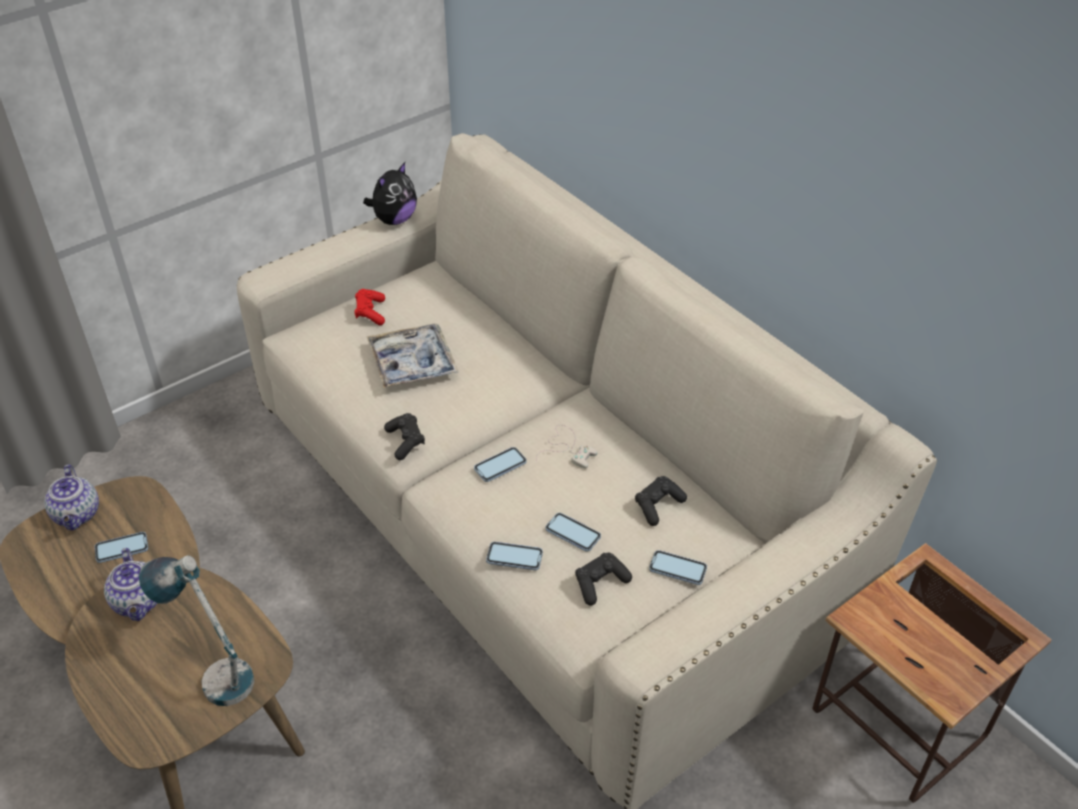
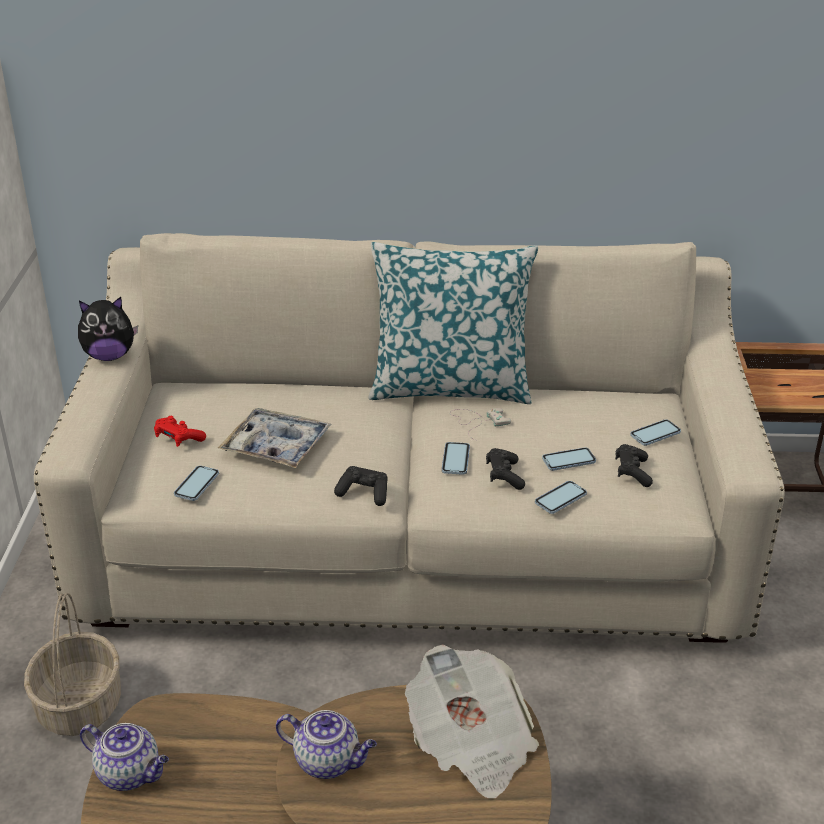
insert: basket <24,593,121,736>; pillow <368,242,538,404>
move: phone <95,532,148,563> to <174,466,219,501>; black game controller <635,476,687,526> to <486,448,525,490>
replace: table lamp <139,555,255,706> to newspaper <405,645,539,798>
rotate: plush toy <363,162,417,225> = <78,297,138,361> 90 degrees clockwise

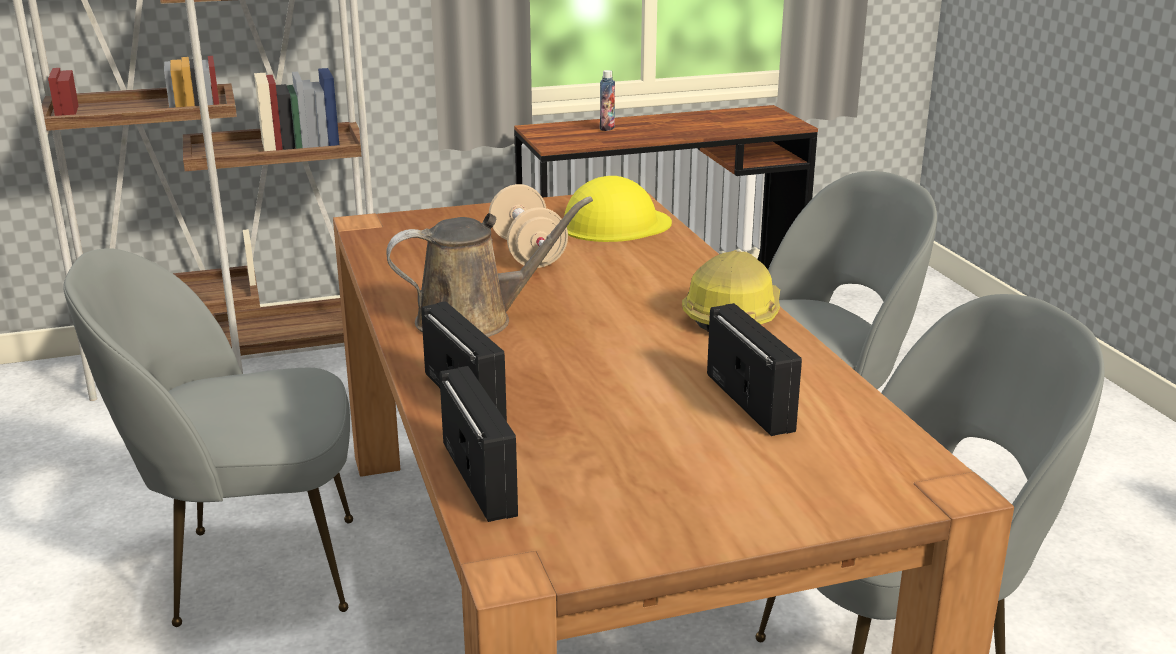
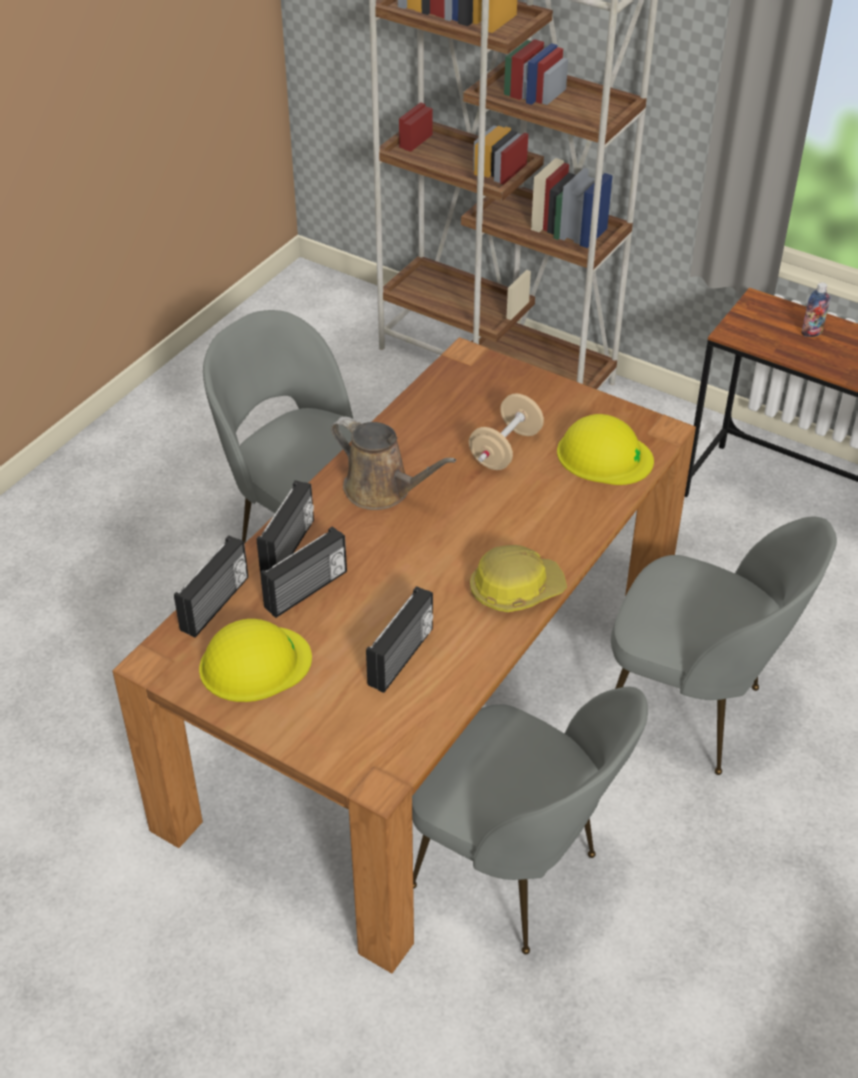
insert: yellow hard hat <199,619,312,702>; radio <260,526,347,618>

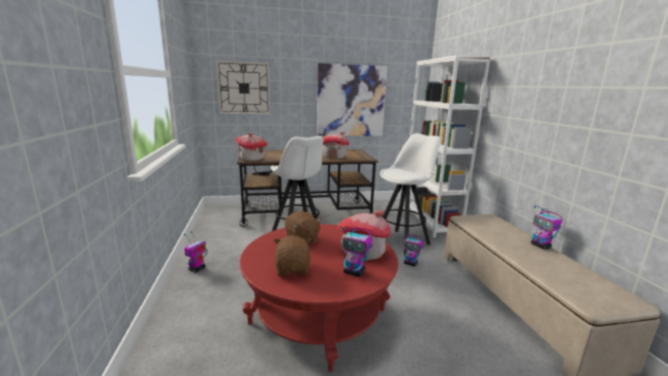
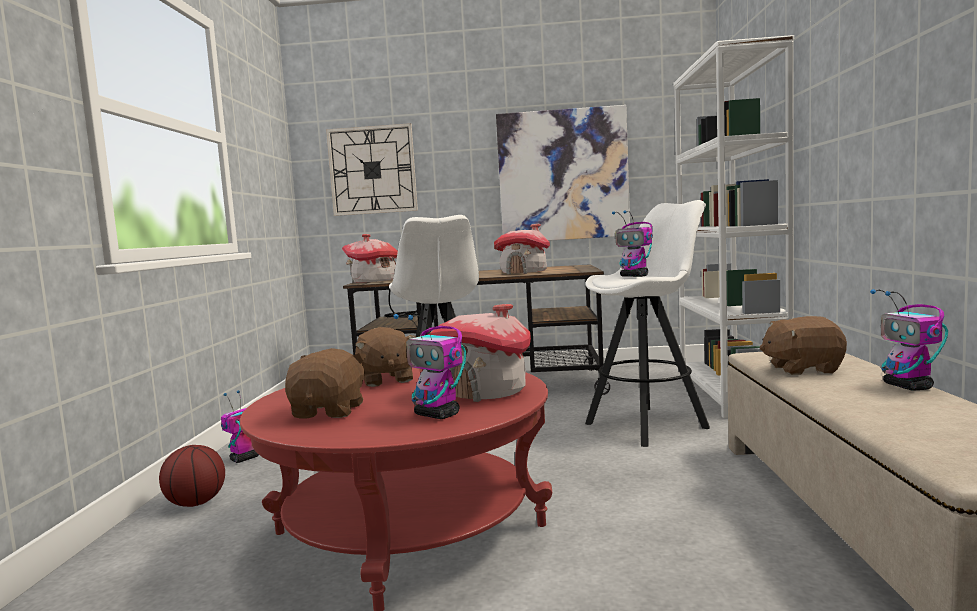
insert: basketball <159,445,225,507>; brown plush toy <760,316,847,375>
move: toy robot <403,234,424,267> to <612,210,653,277>

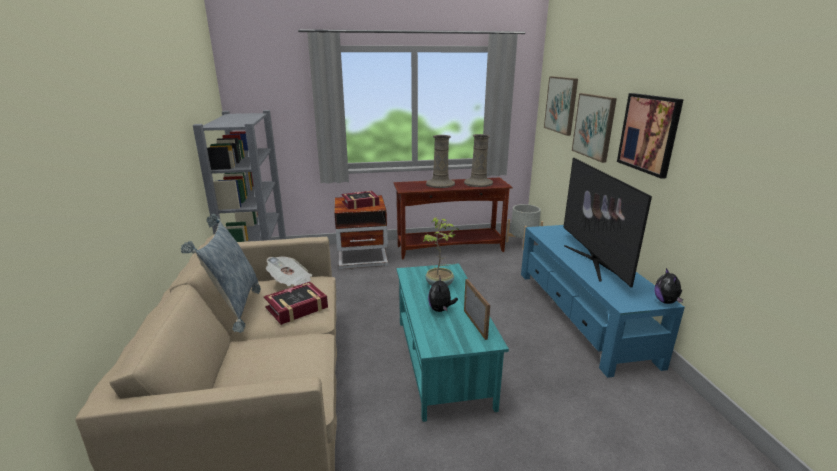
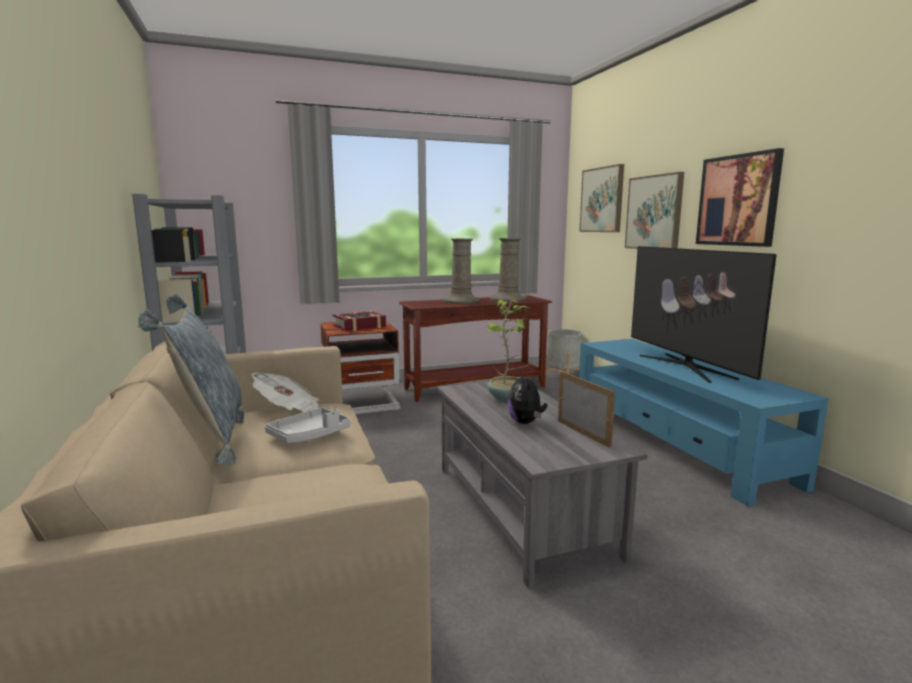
delete: plush toy <654,268,684,304>
replace: book <264,282,328,325> to grey tray <265,407,351,443>
recolor: turquoise coffee table <397,263,509,422> to grey coffee table <437,381,648,588>

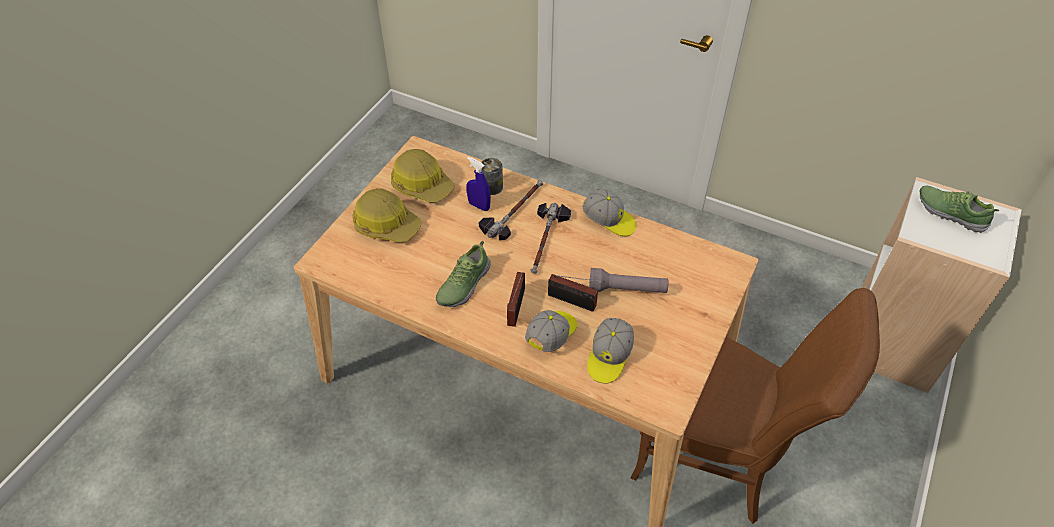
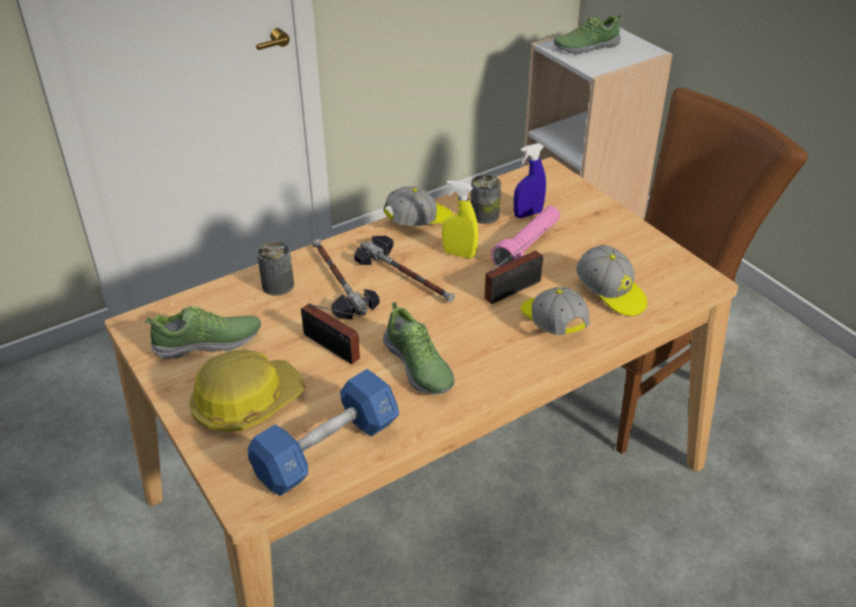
insert: blue dumbbell <248,369,399,496>; yellow spray bottle <442,181,478,258>; can <471,175,501,224>
move: radio <507,272,525,327> to <301,303,361,364>; blue spray bottle <466,157,491,211> to <514,143,546,218>
replace: hard hat <391,149,455,203> to shoe <145,306,261,359>
recolor: grey flashlight <589,268,669,293> to pink flashlight <491,206,560,267>

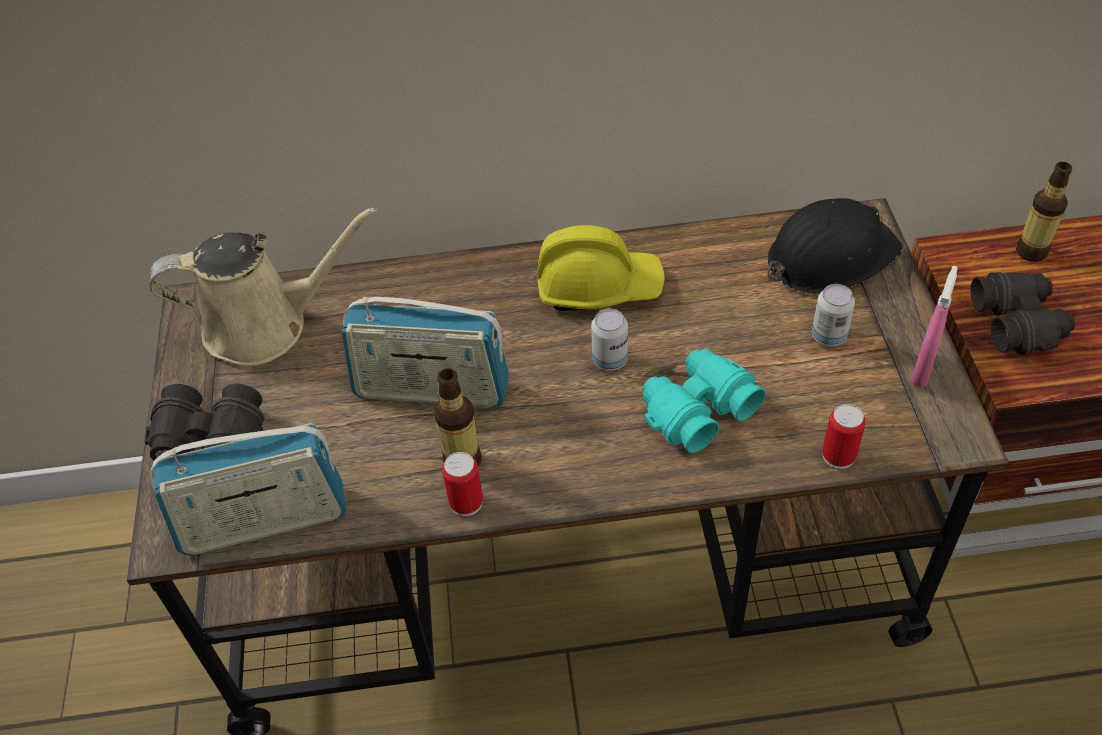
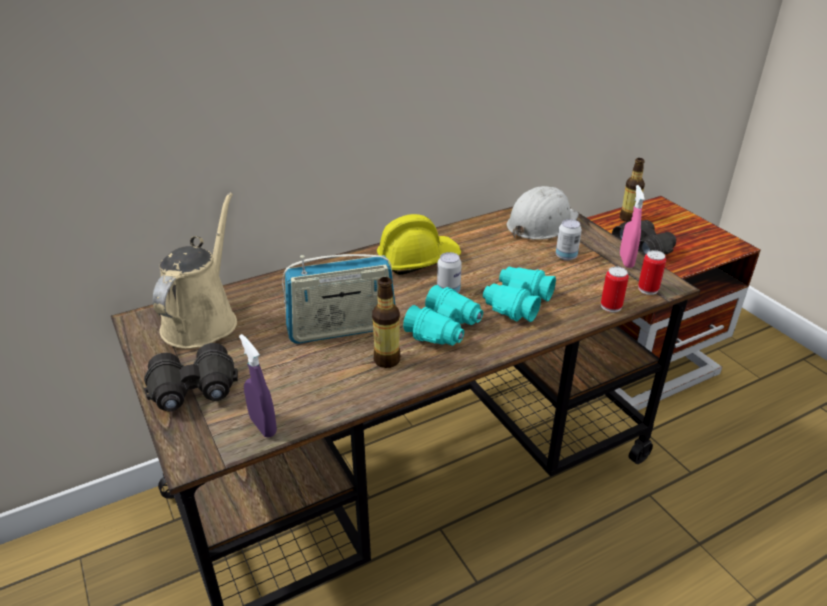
insert: turquoise binoculars <403,285,483,346>
move: can <442,452,483,516> to <638,250,666,295>
replace: radio <150,423,347,555> to purple spray bottle <239,334,277,438>
recolor: black hard hat <768,198,903,294> to white hard hat <507,186,579,240>
rotate: beige watering can <149,207,377,366> = <152,193,237,349> 45 degrees counterclockwise

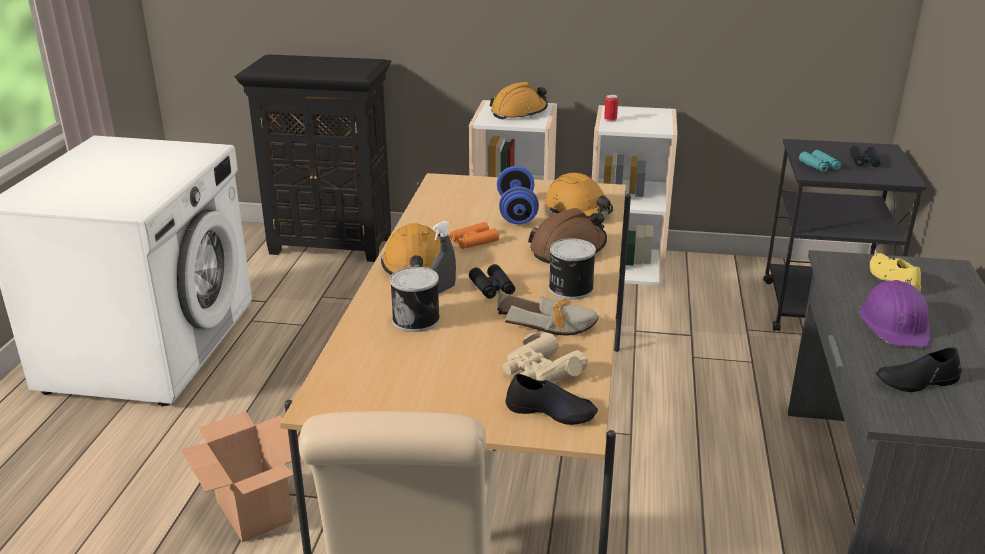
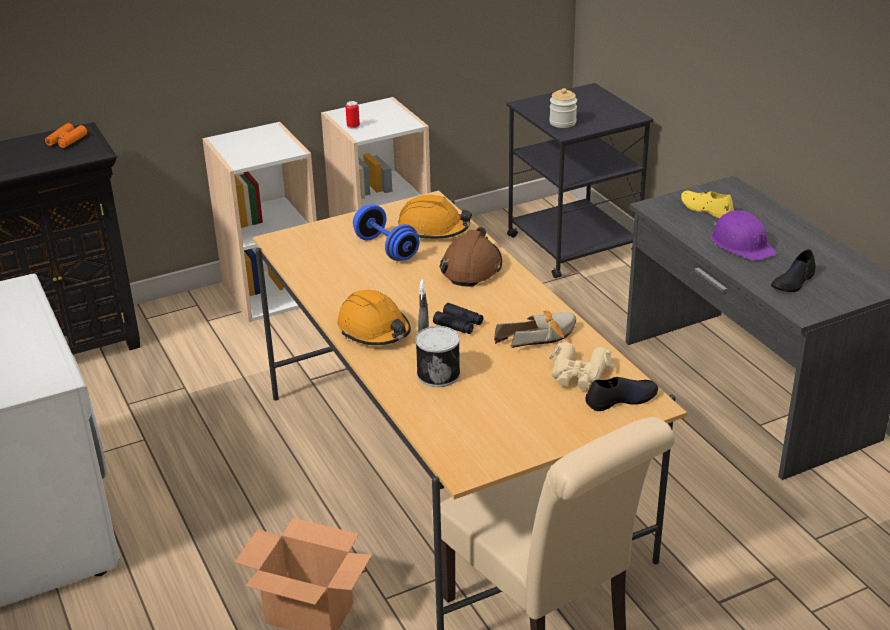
delete: orange hard hat <490,82,548,120>; can <549,239,596,300>; black binoculars <850,146,881,167>
move: orange binoculars <449,222,499,249> to <45,123,87,148>
replace: turquoise binoculars <799,150,841,172> to jar <549,88,577,128>

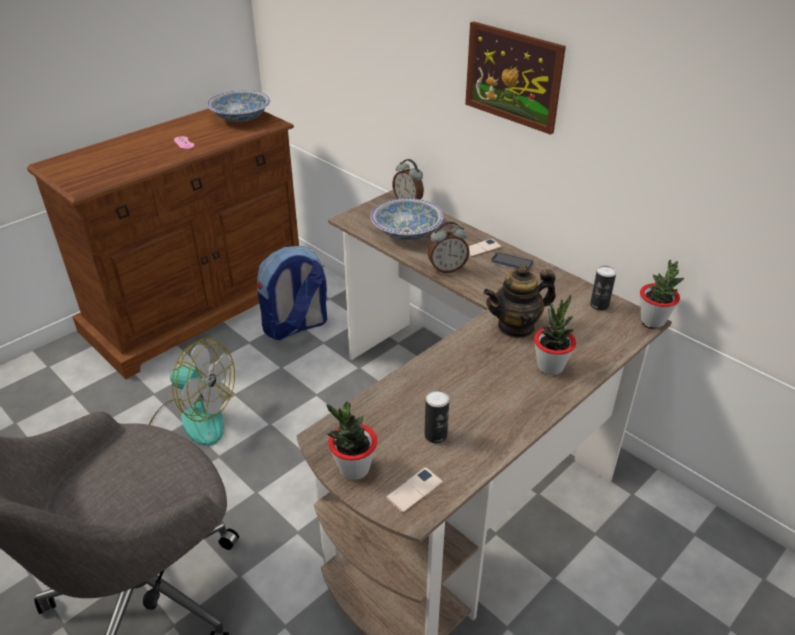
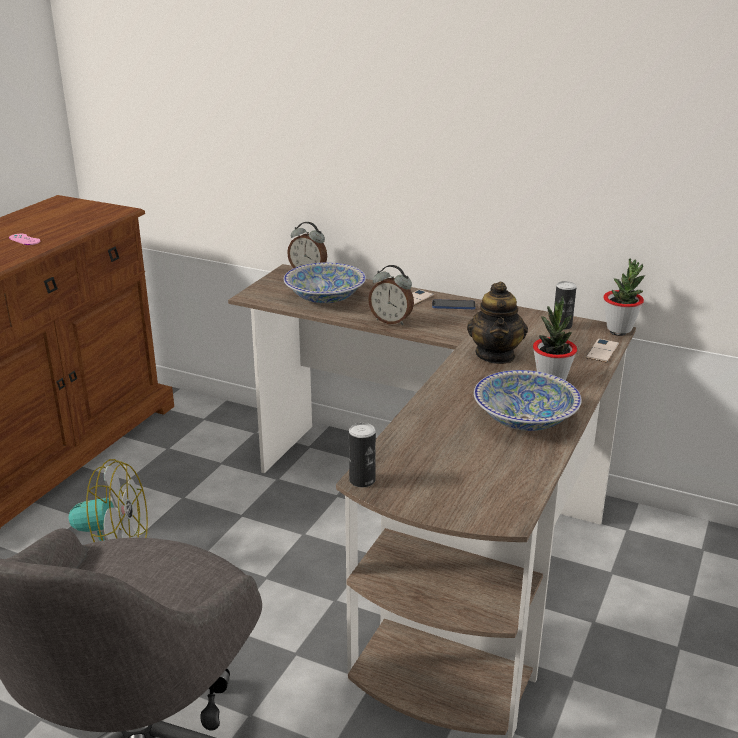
delete: backpack <257,246,327,340>; potted plant <326,401,377,480>; picture <465,21,566,135>
move: can <424,390,449,443> to <349,423,376,487>; bowl <207,90,270,122> to <474,370,582,431>; phone <385,467,444,513> to <586,338,619,362>
rotate: alarm clock <428,221,470,273> = <368,265,414,325> 60 degrees clockwise; teapot <484,265,556,338> = <467,282,528,364> 45 degrees counterclockwise

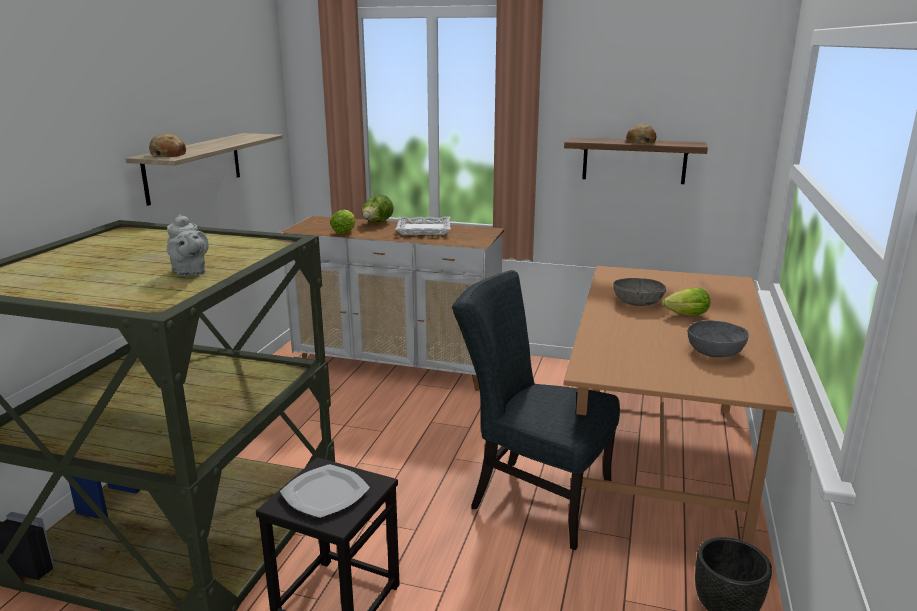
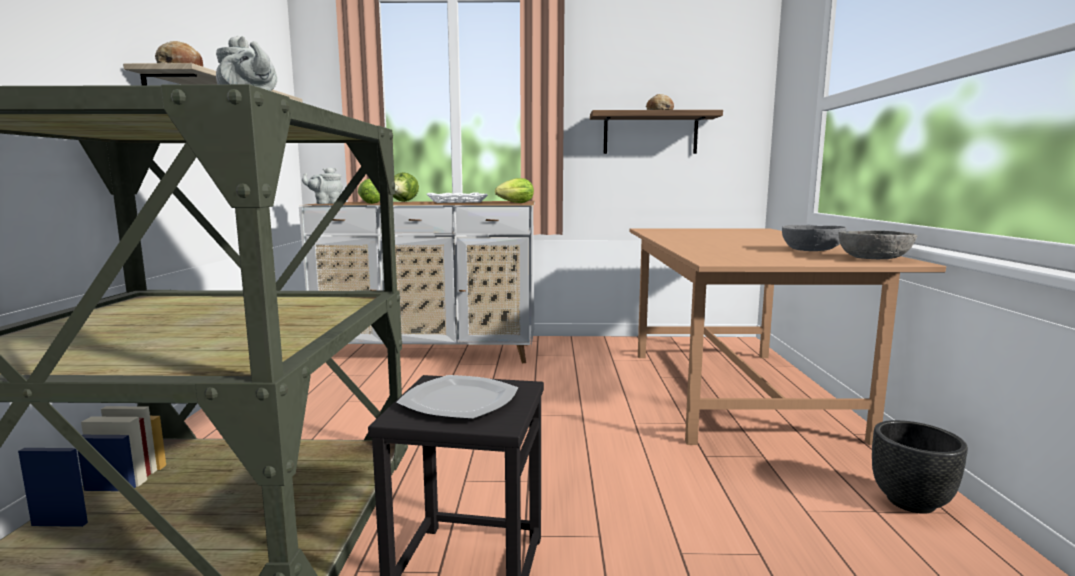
delete: grey chair <452,270,620,550>
insert: grey teapot <302,167,343,204>
move: lettuce <663,288,710,315> to <495,178,534,203>; grey bowl <613,278,666,306> to <839,230,918,259>

